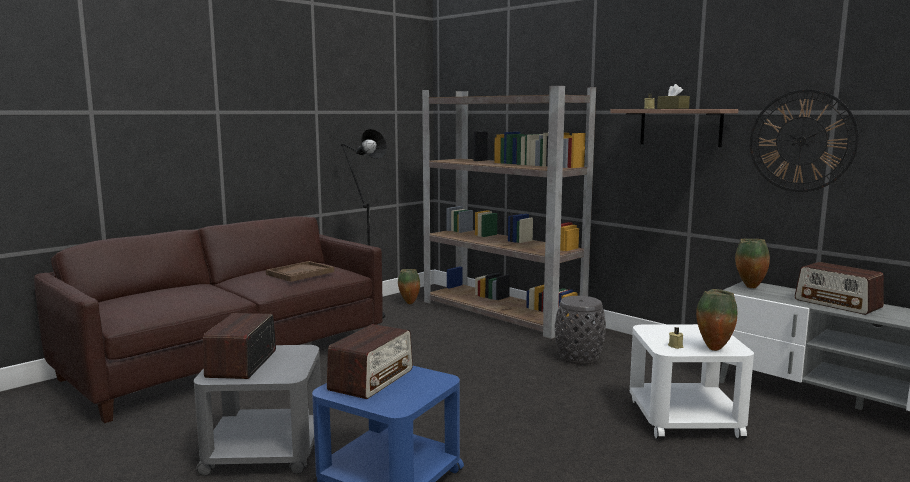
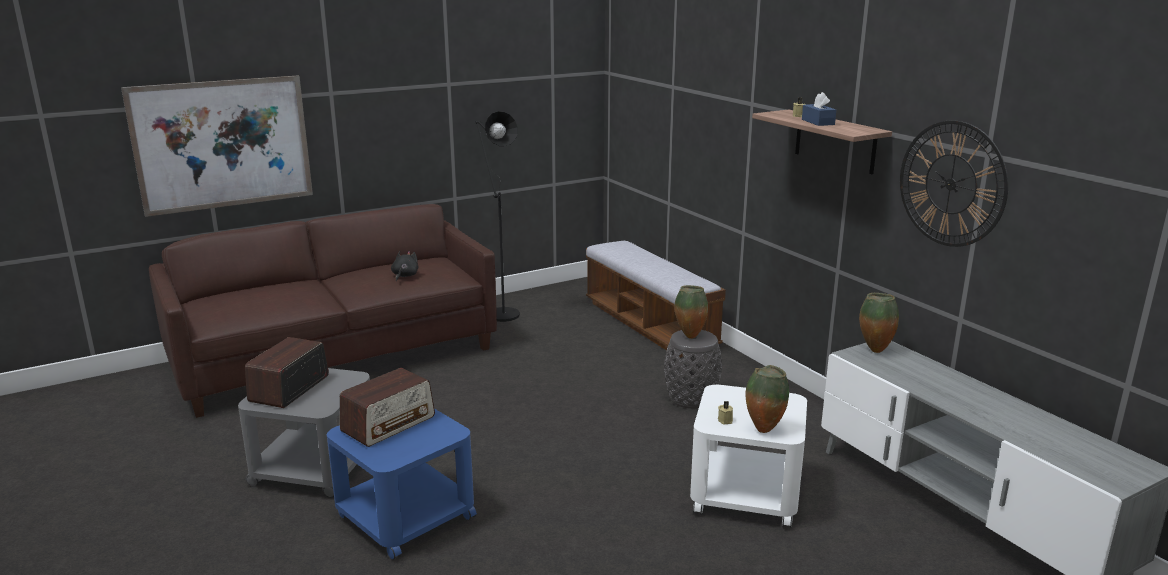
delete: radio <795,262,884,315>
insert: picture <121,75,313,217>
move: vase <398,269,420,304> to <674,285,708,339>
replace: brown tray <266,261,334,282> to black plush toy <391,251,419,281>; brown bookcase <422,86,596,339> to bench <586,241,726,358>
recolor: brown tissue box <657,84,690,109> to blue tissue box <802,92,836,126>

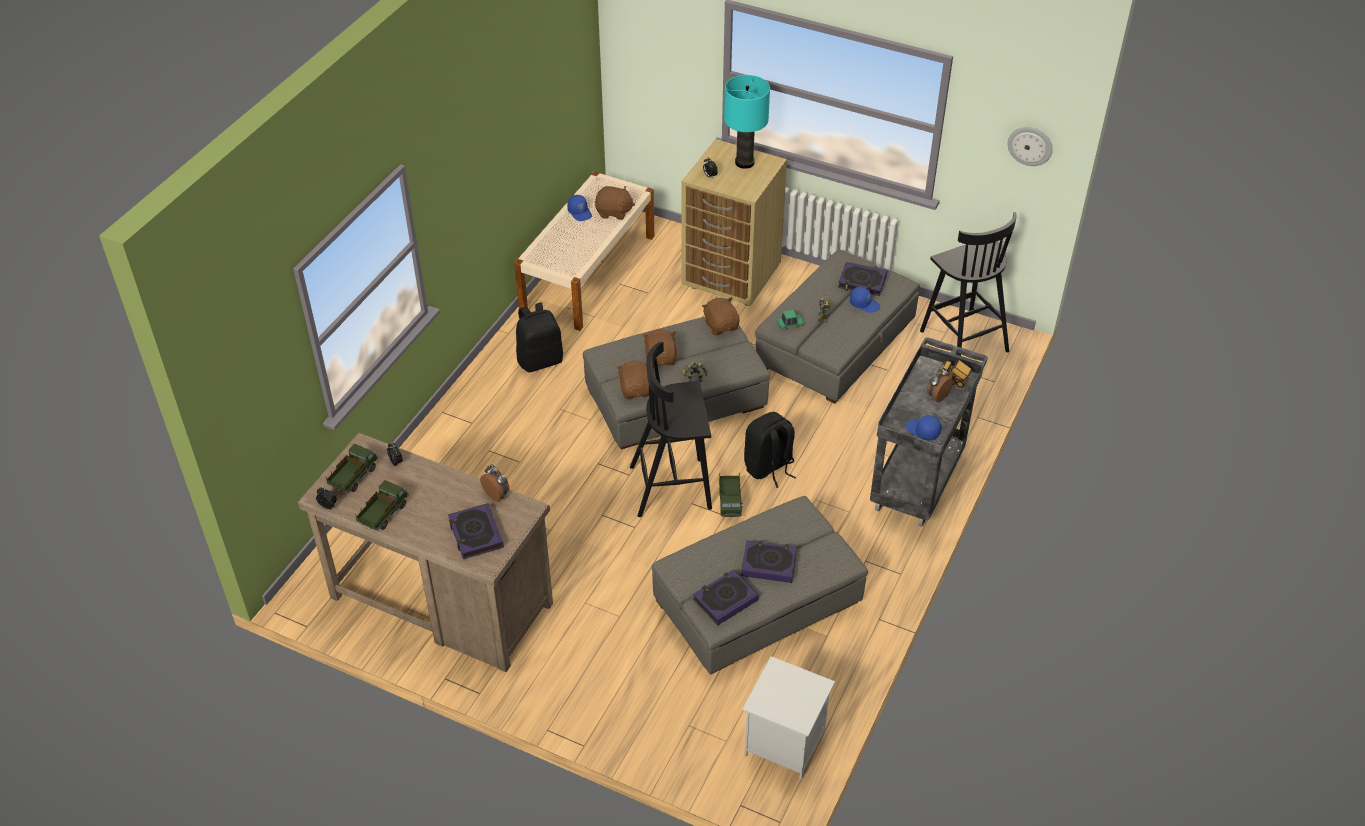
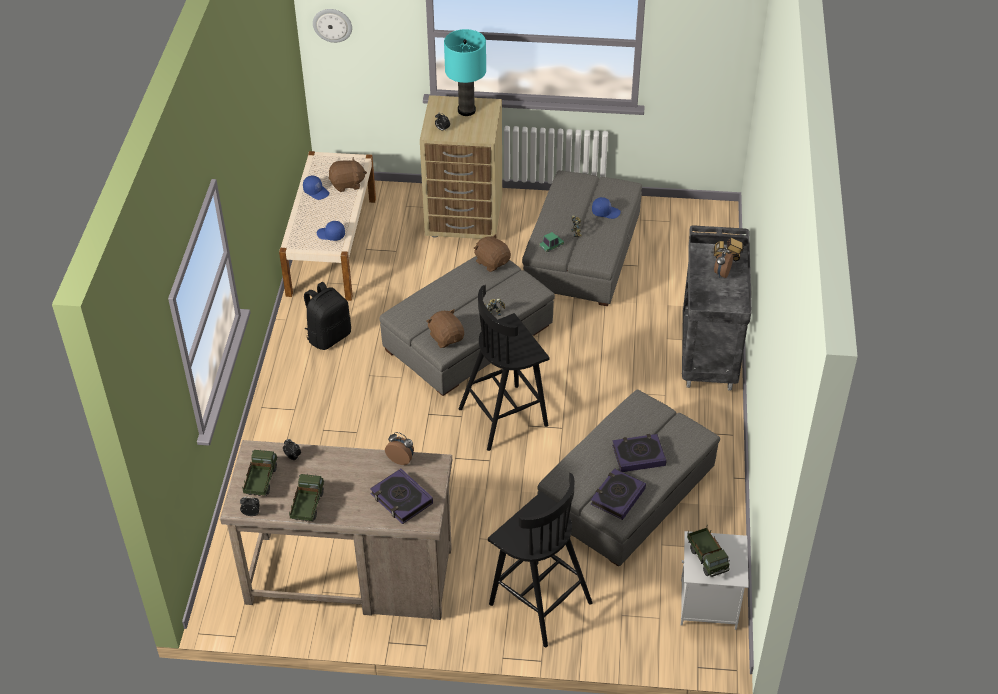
delete: brown plush toy <643,329,677,367>; black backpack <744,412,796,488>; book <838,262,887,296>
move: wall clock <1008,127,1053,166> to <313,9,352,43>; blue cap <906,415,941,440> to <317,221,345,241>; black stool <920,212,1017,356> to <488,472,593,647>; toy truck <719,473,743,517> to <687,527,730,577>

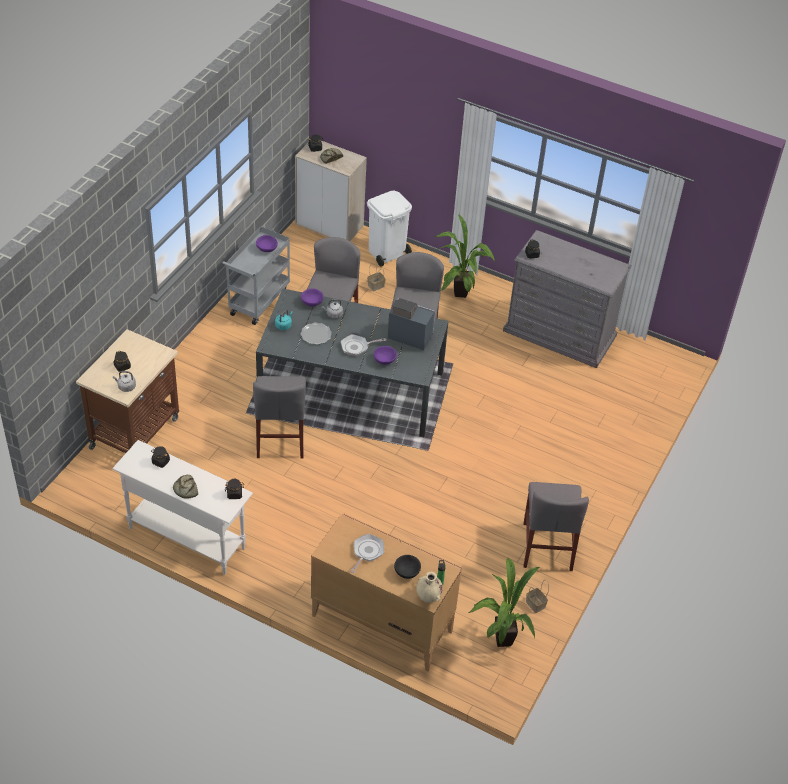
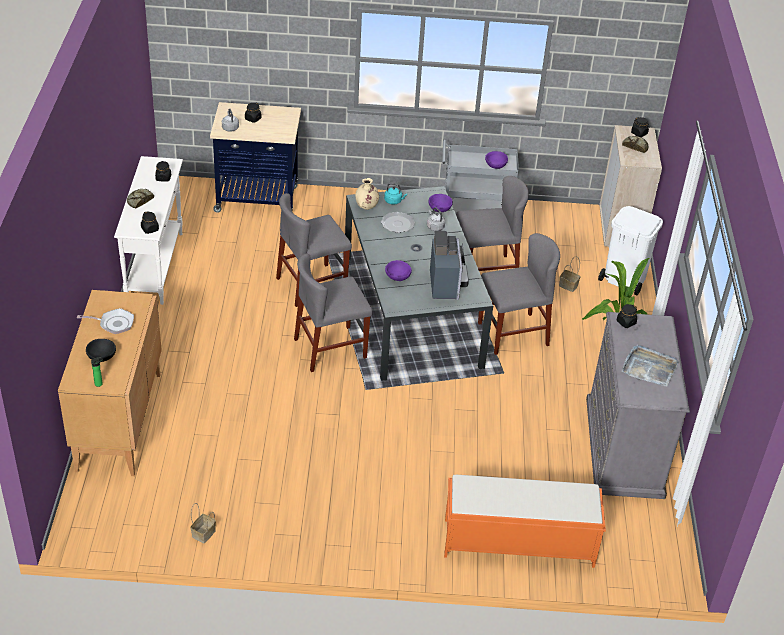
delete: frying pan <341,334,386,356>; potted plant <468,558,540,647>
insert: orange bench <444,475,606,568>; grey tray <621,345,679,387>
move: grey chair <523,482,589,571> to <294,253,373,372>; beige vase <416,572,443,603> to <355,178,379,210>
recolor: brown cart <76,329,179,453> to blue cart <210,102,301,213>

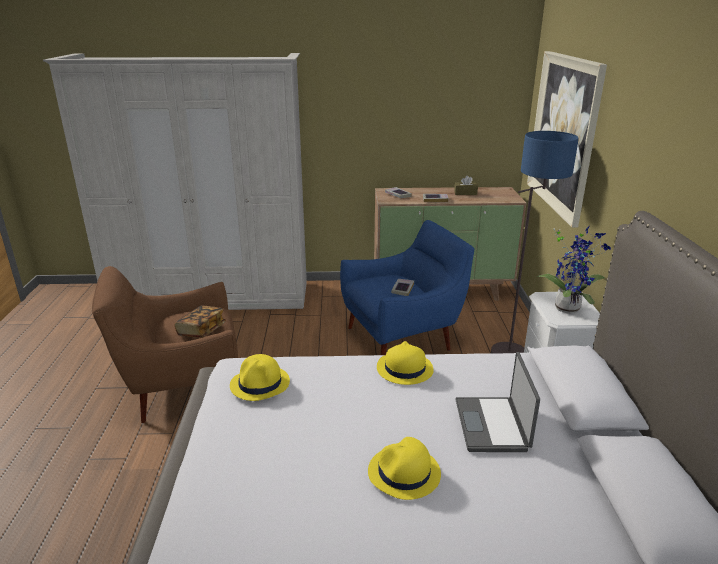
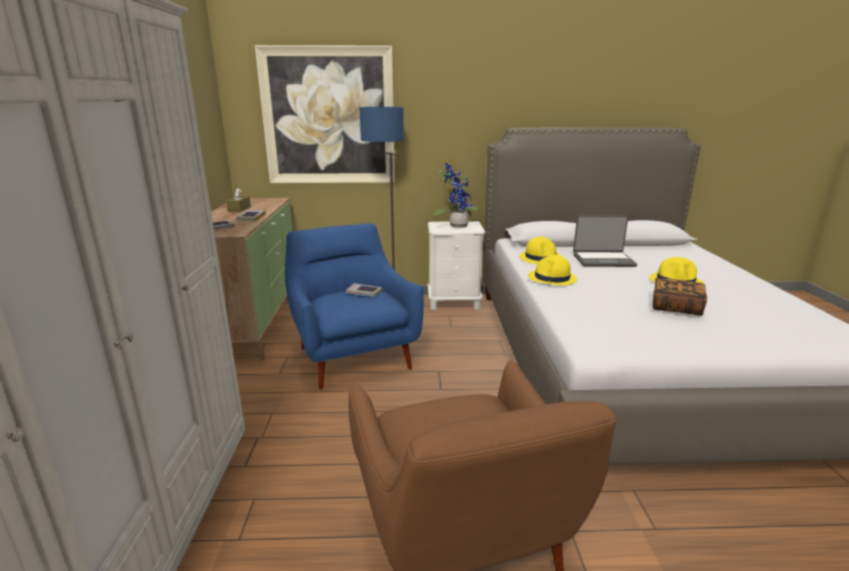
move: yellow hat <230,354,290,401> to <519,237,561,264>; book <175,305,226,338> to <652,278,707,316>

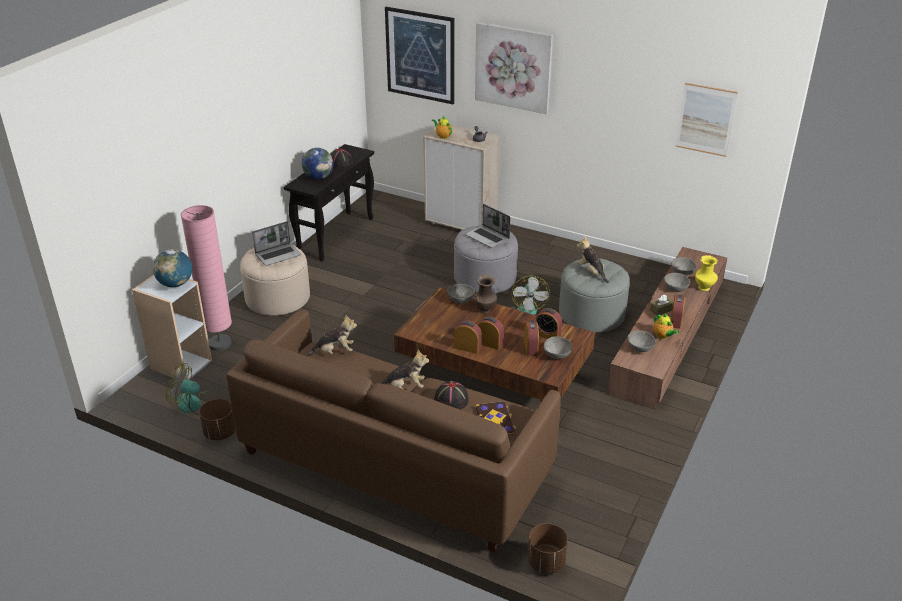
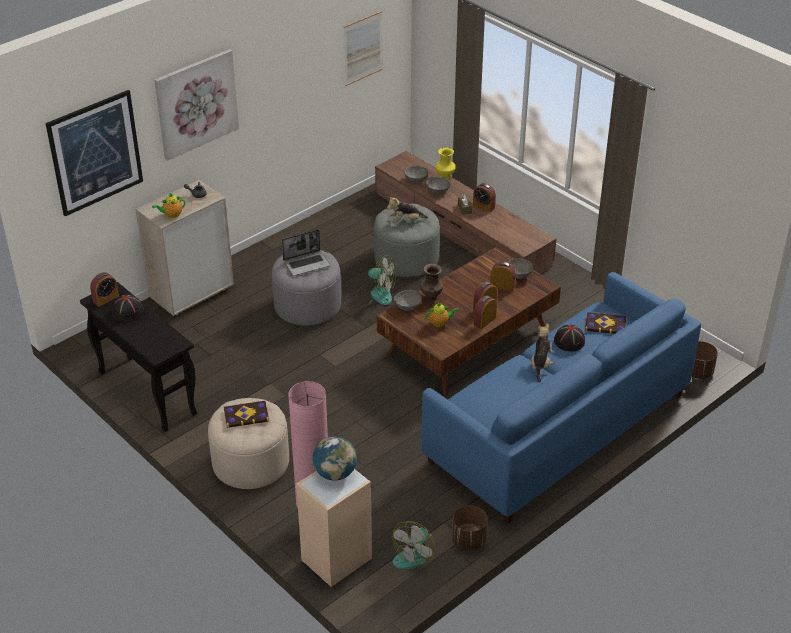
delete: globe <302,148,333,179>; plush toy <308,314,357,356>; grey bowl <627,330,656,352>
move: alarm clock <535,308,562,339> to <90,272,119,307>; teapot <653,313,679,339> to <425,302,459,327>
replace: laptop <252,221,301,266> to book <224,401,269,428>
recolor: brown sofa <226,309,561,552> to blue sofa <421,272,701,523>

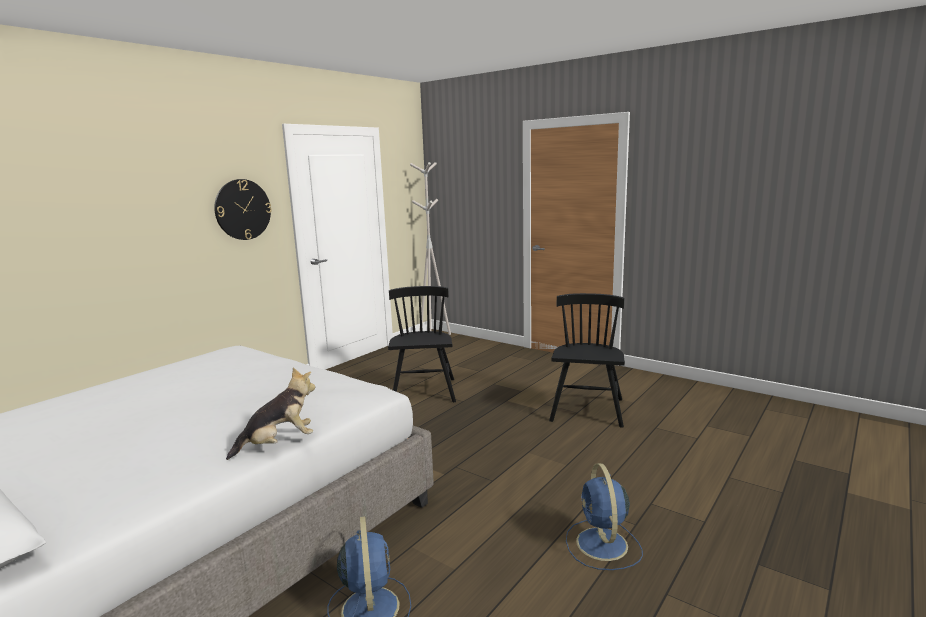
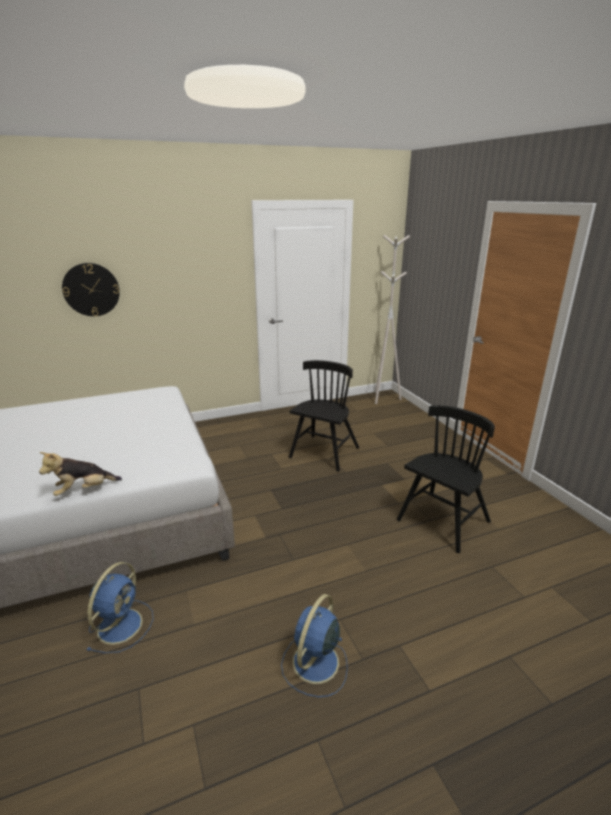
move: wall clock <214,179,272,240> to <62,263,120,316>
rotate: plush toy <226,368,315,460> = <39,452,122,496> 150 degrees clockwise

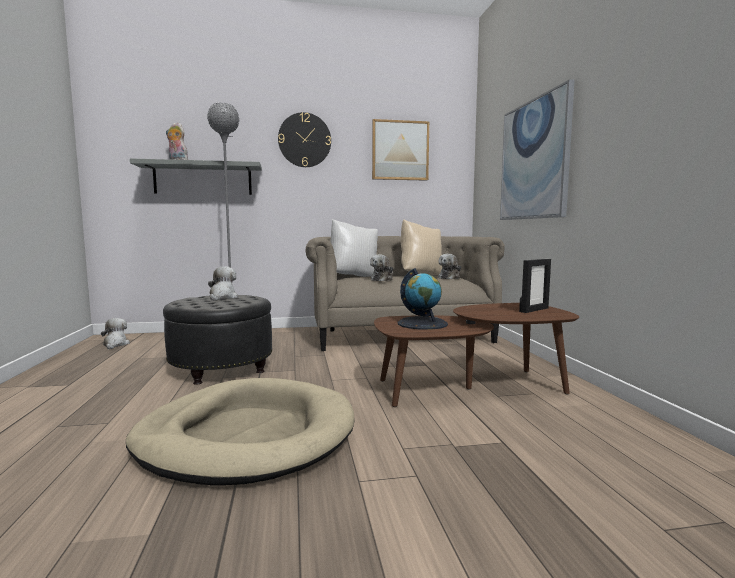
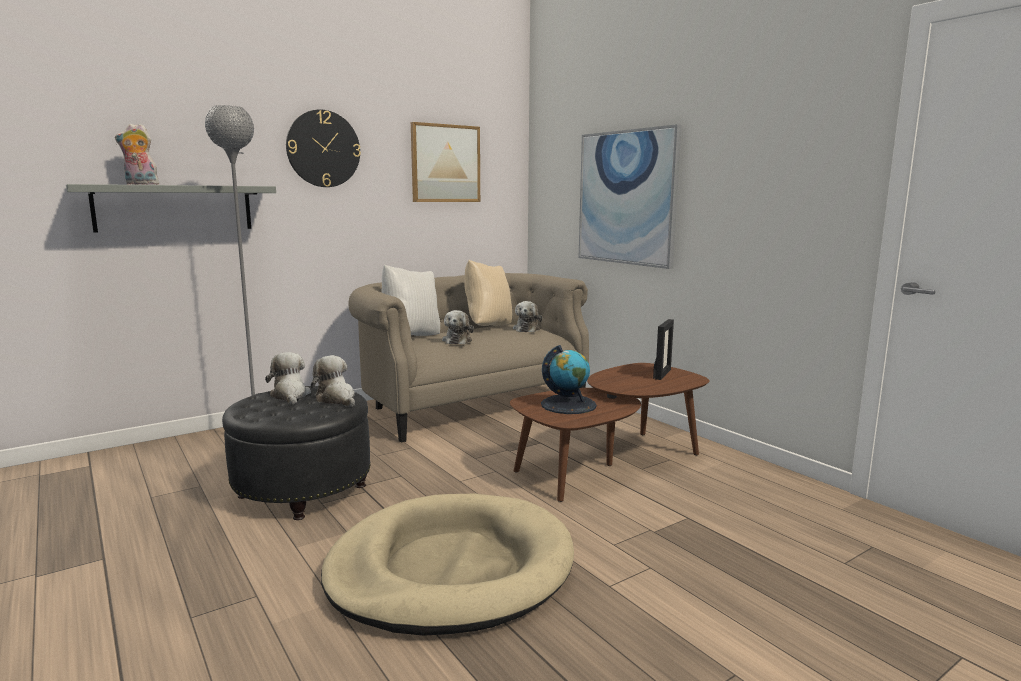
move: plush toy <101,318,130,349> to <311,355,355,407>

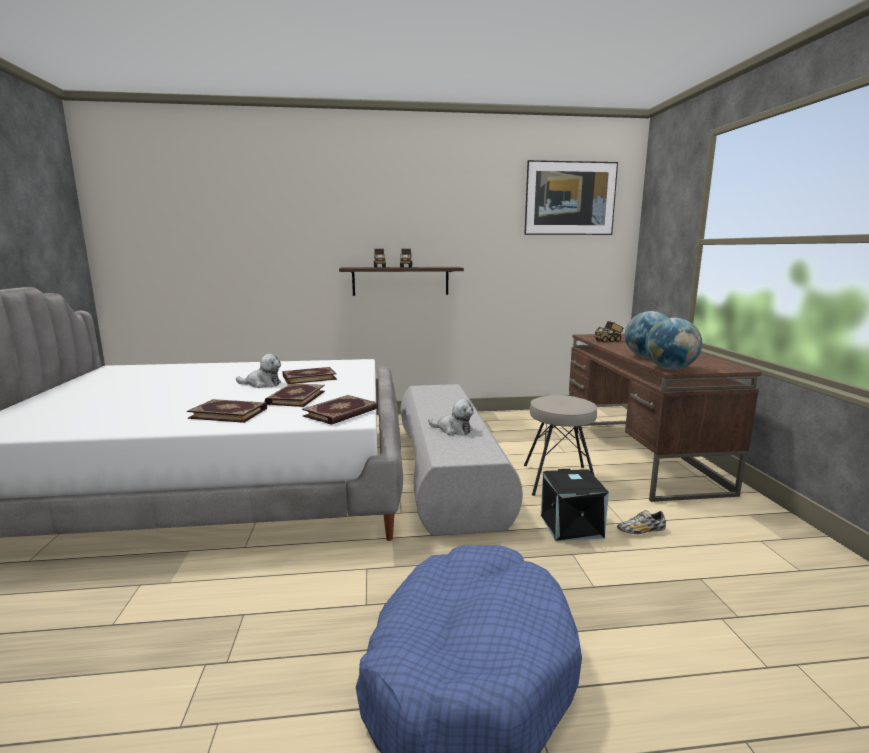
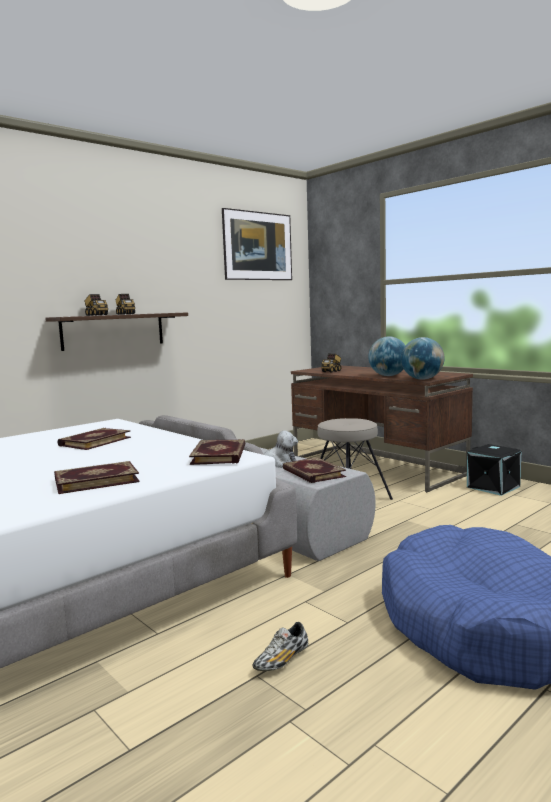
delete: plush toy <236,354,281,388>
move: shoe <617,510,666,534> to <253,622,308,671>; book <265,383,325,407> to <283,457,346,483>; black storage box <541,469,609,541> to <467,444,521,496>

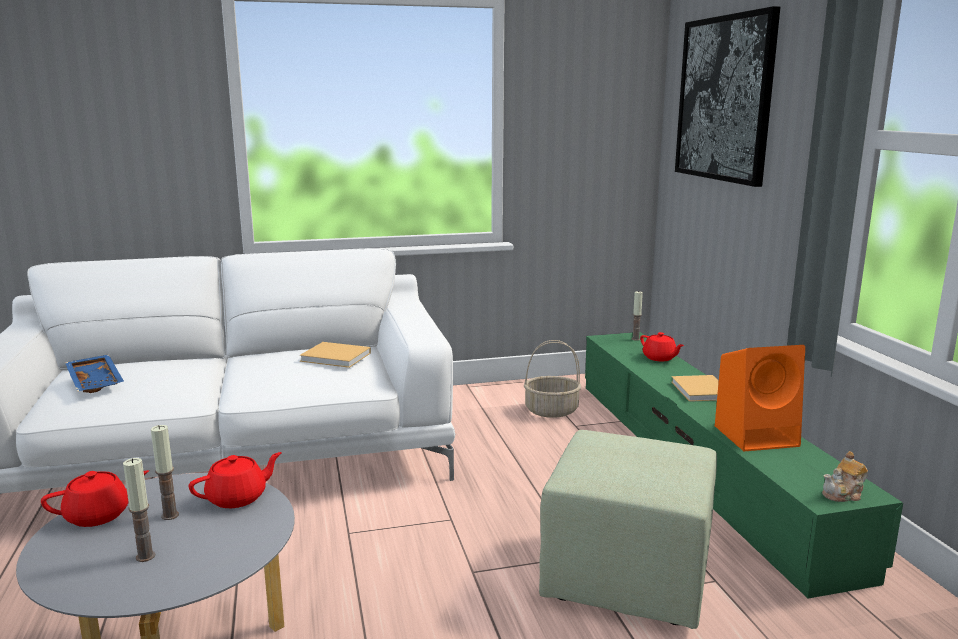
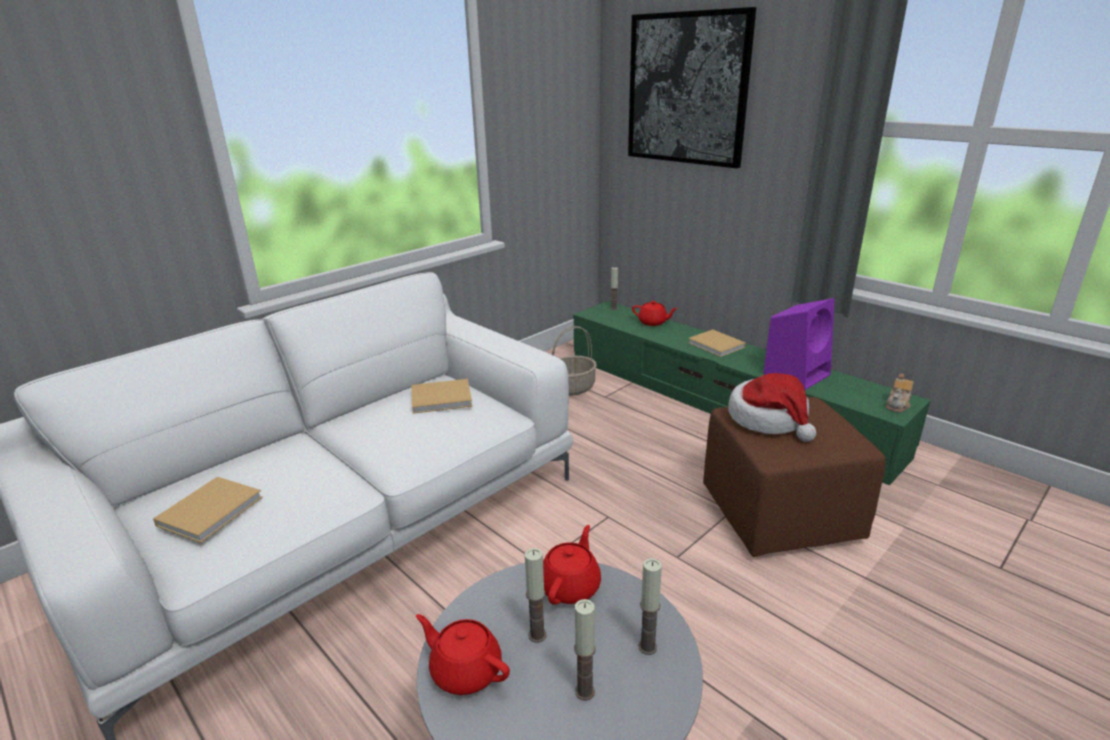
insert: candle <638,558,662,655>; hat <728,373,816,442>
replace: blue tray <65,354,124,393> to beige book <153,477,263,543>
recolor: green ottoman <539,430,717,629> to brown ottoman <703,397,885,557>; orange speaker <715,345,805,451> to purple speaker <763,298,834,390>
rotate: red teapot <41,470,149,527> = <416,614,510,695> 90 degrees counterclockwise

